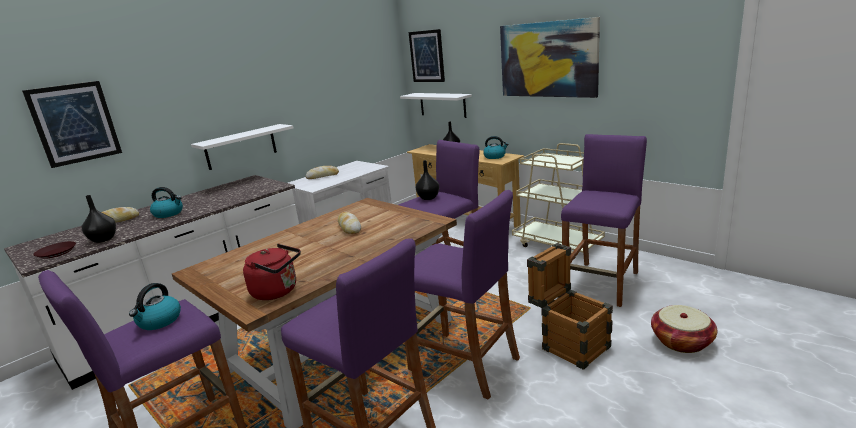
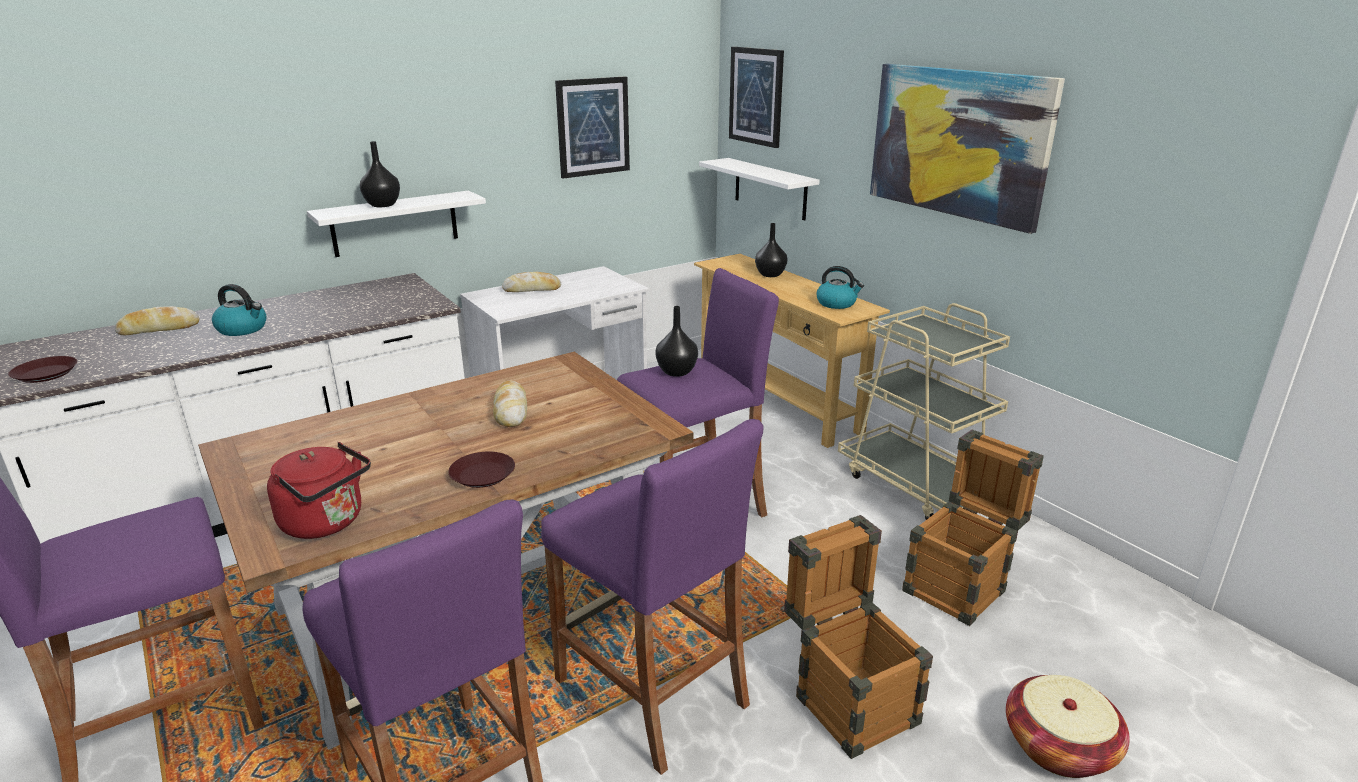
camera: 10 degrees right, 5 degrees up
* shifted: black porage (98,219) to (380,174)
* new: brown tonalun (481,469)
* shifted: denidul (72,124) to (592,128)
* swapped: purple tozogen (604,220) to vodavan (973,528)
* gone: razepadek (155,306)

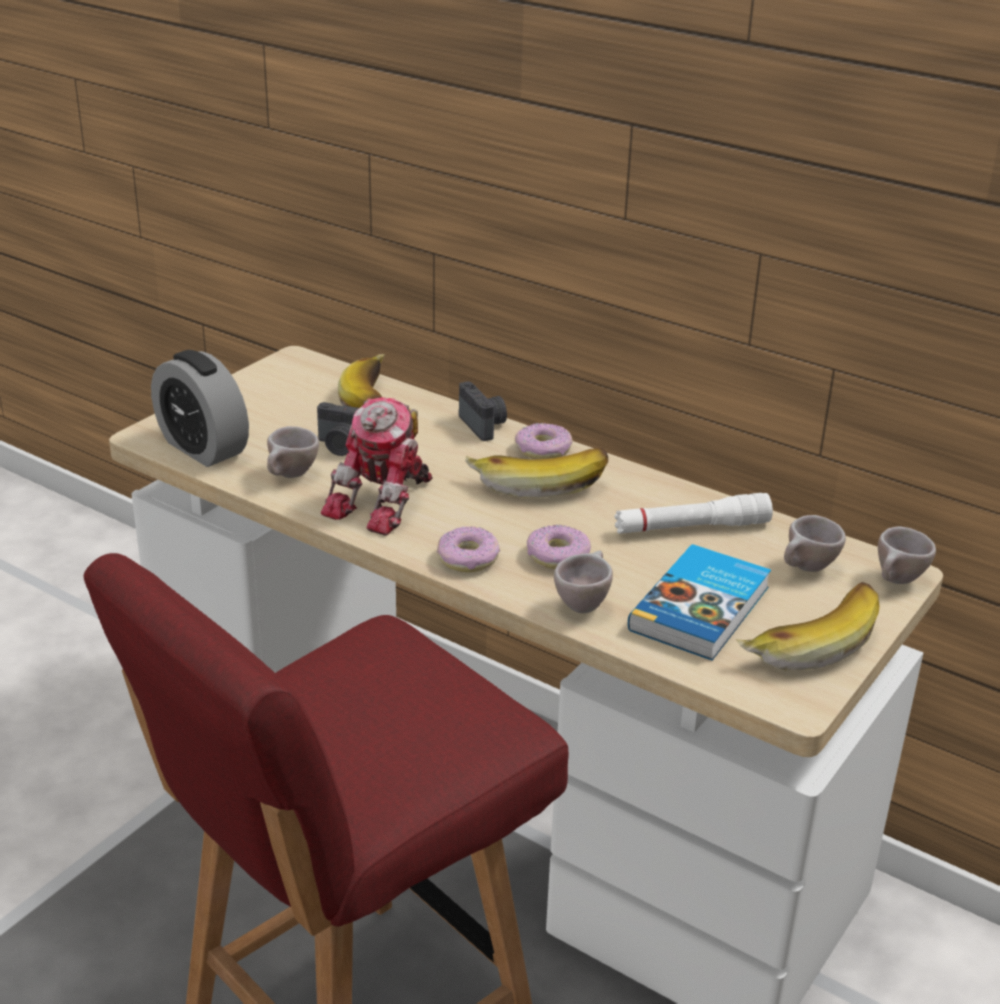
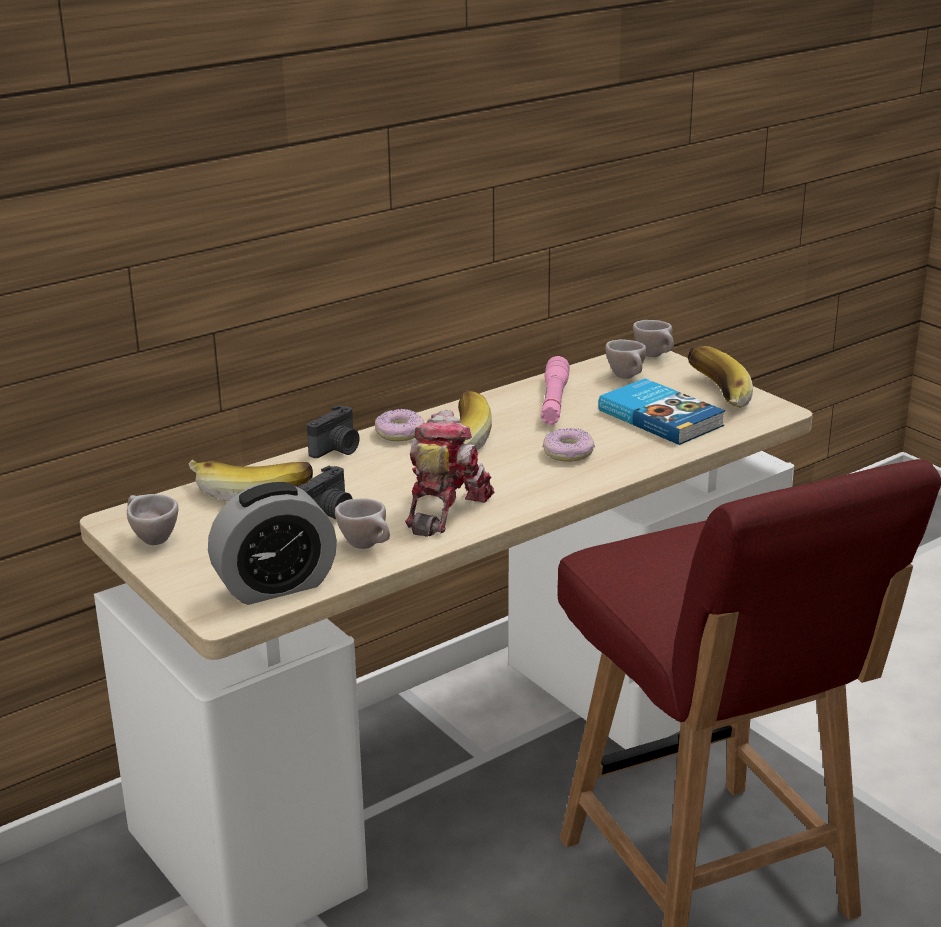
camera: 70 degrees left, 5 degrees down
* shifted: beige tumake (583,582) to (152,519)
* rotated: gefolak (483,411) = (333,431) 135 degrees clockwise
* rotated: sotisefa (377,466) = (449,473) 120 degrees counterclockwise
* repainted: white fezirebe (693,513) to pink fezirebe (555,390)
* gone: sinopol (468,549)

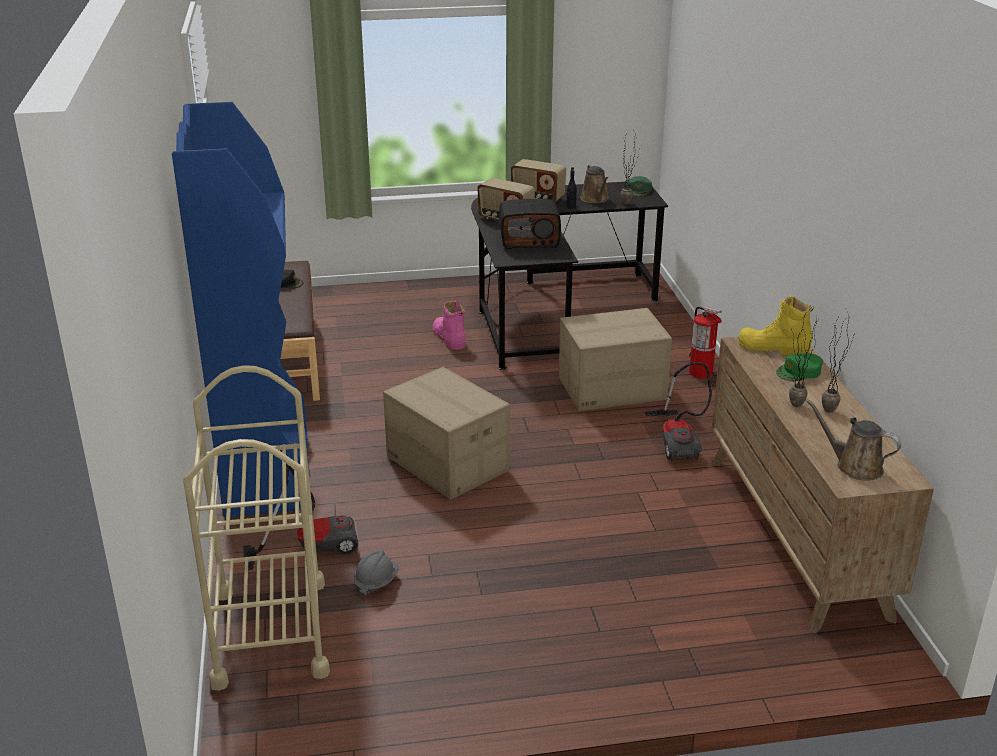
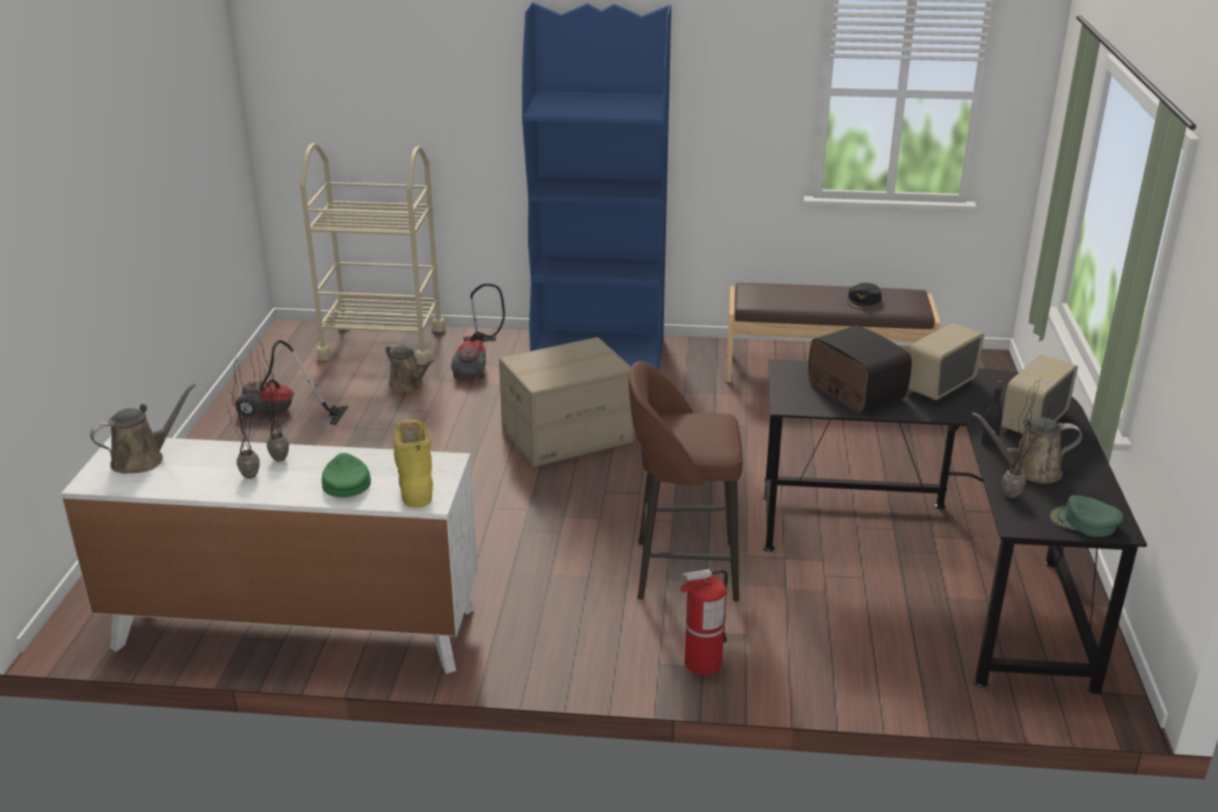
camera: 105 degrees right, 0 degrees up
* repainted: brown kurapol (822,484) to white kurapol (269,555)
* shifted: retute (678,411) to (291,382)
* swapped: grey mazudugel (377,573) to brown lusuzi (409,368)
* rotated: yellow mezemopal (776,326) = (413,464) 45 degrees counterclockwise
* swapped: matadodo (615,359) to brown tozogen (686,481)
* rotated: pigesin (530,224) = (860,369) 135 degrees clockwise
* gone: pink mezemopal (449,325)

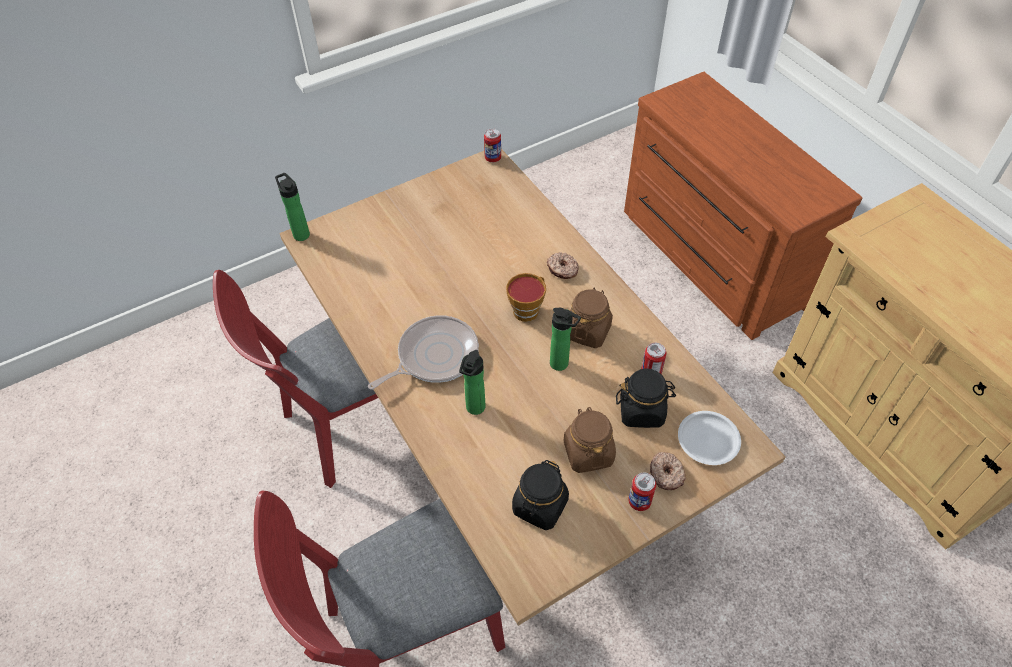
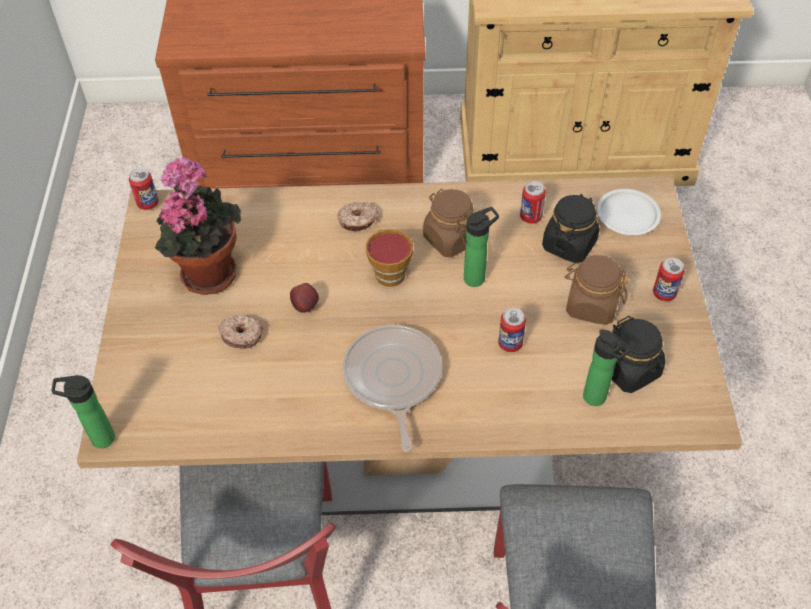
camera: 60 degrees left, 0 degrees up
* new: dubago (198,226)
* shifted: sinopol (668,471) to (240,332)
* new: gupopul (304,298)
* new: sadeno (512,330)
* shifted: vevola (472,382) to (607,367)

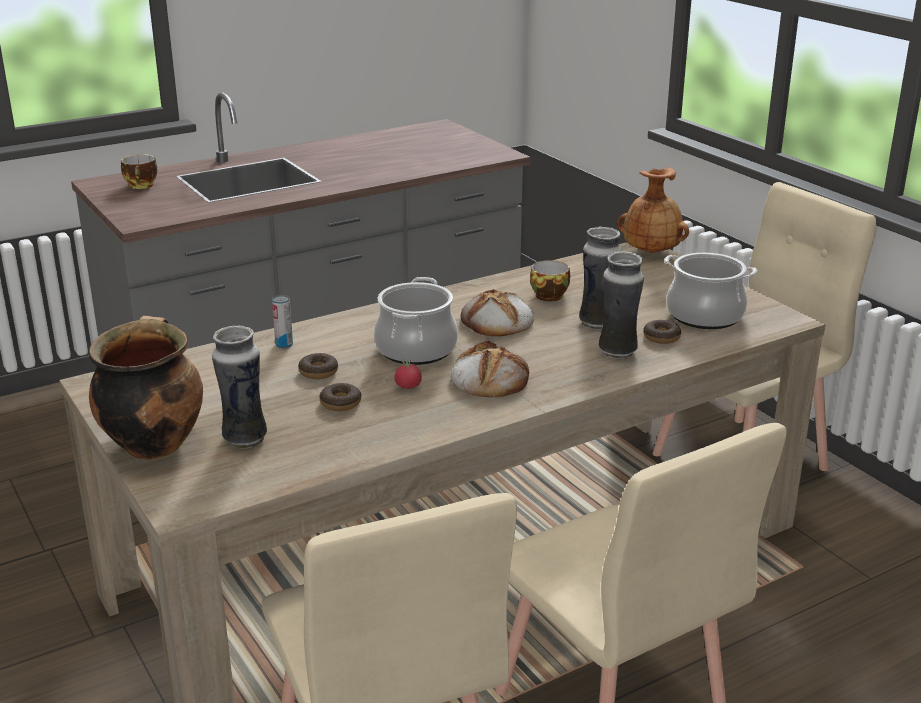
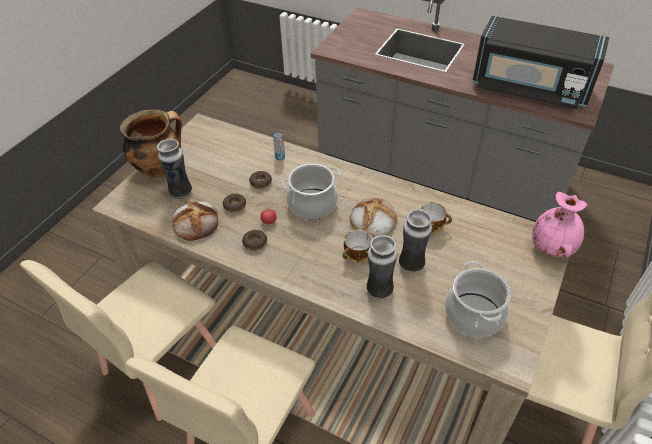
camera: 60 degrees right, 20 degrees up
* shifted: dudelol (489,369) to (195,221)
* shifted: sinopol (662,332) to (254,240)
* shifted: tumake (139,171) to (357,245)
* new: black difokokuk (541,62)
* repainted: brown porage (653,210) to pink porage (559,225)

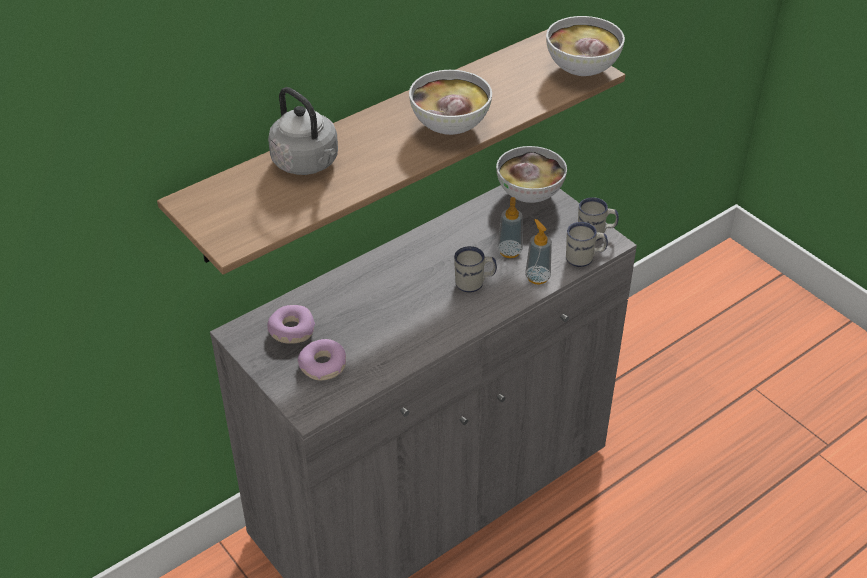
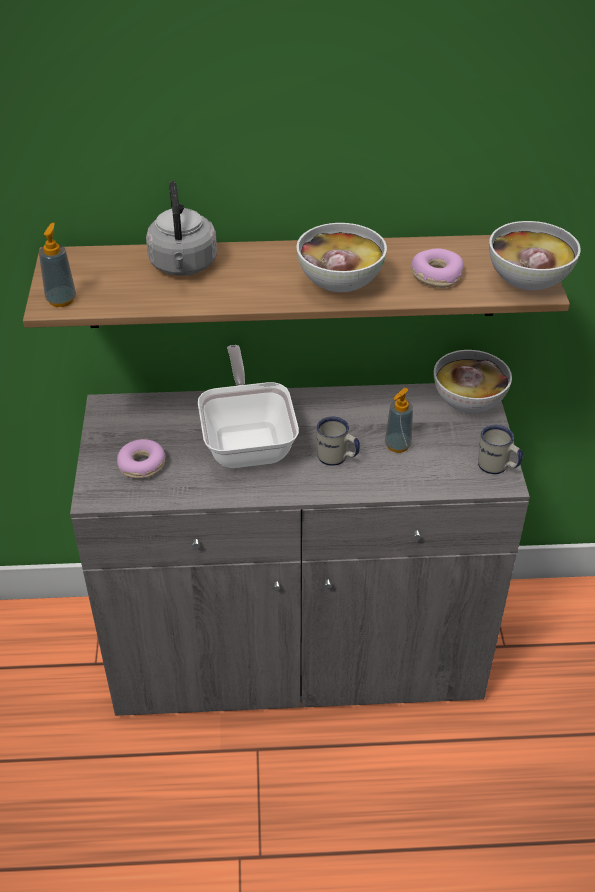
camera: 35 degrees right, 0 degrees up
* shifted: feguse (538,251) to (57,265)
* new: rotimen (248,406)
* shifted: sinopol (291,324) to (437,268)
* gone: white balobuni (587,244)

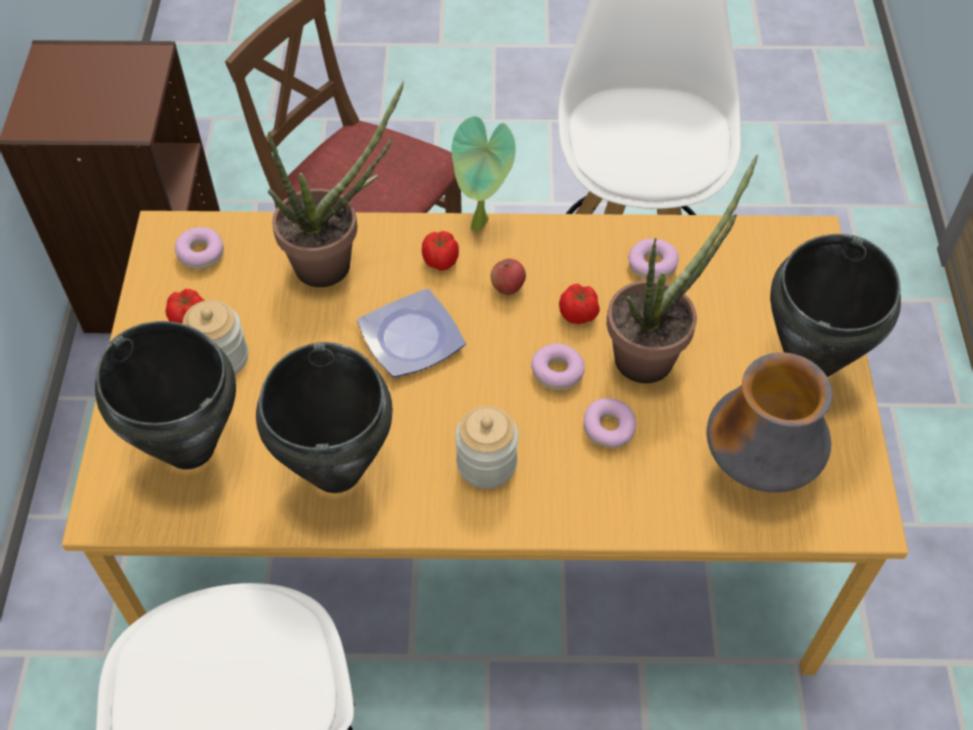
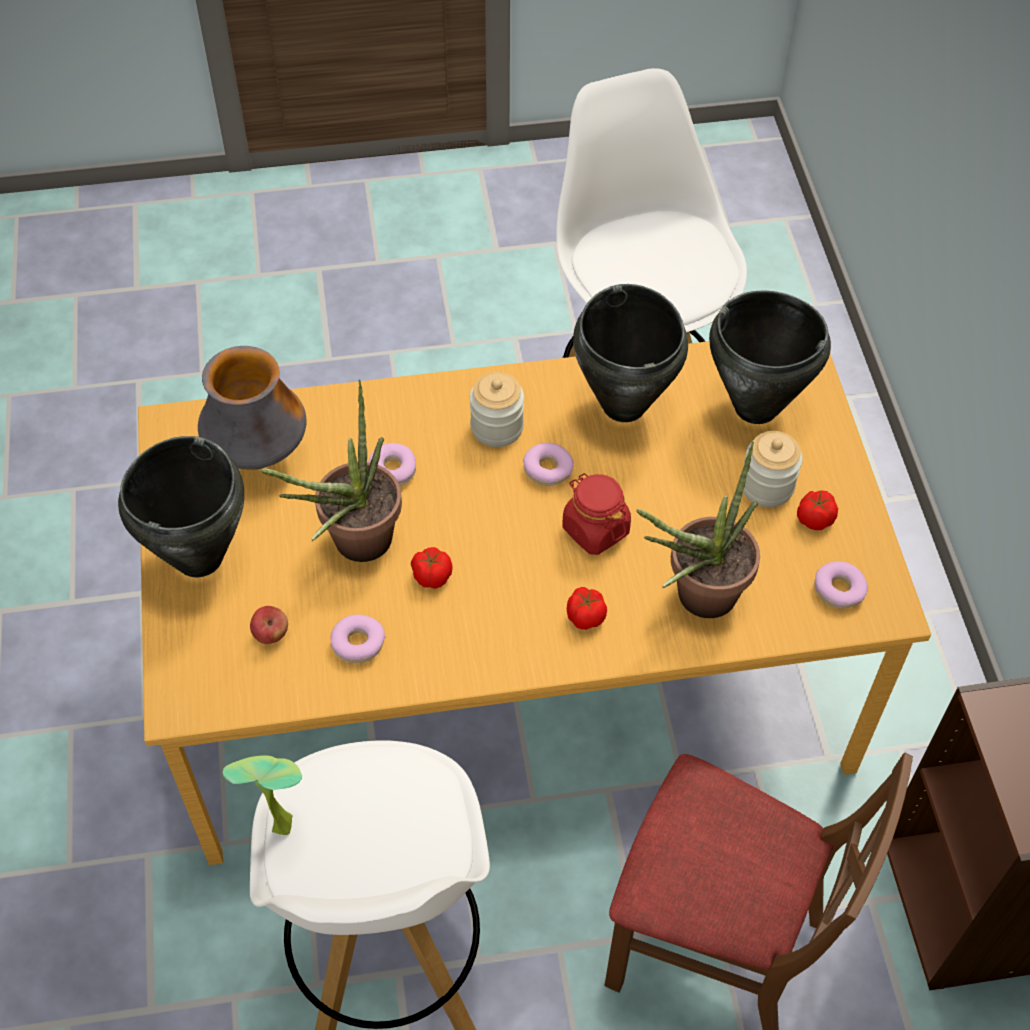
camera: 170 degrees right, 0 degrees up
* shifted: dubago (483,174) to (262,795)
* shifted: gupopul (508,277) to (269,625)
* shifted: sinopol (558,367) to (548,464)
* swapped: tonalun (411,333) to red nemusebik (596,514)

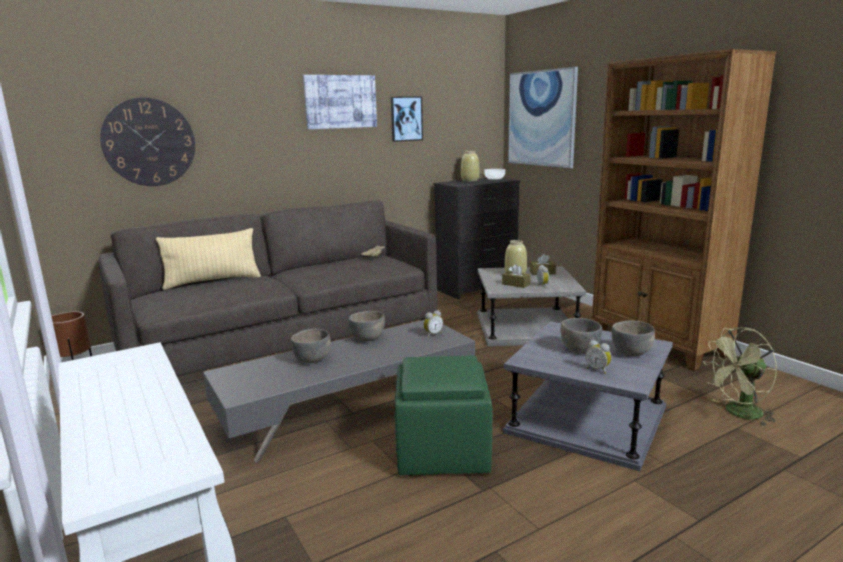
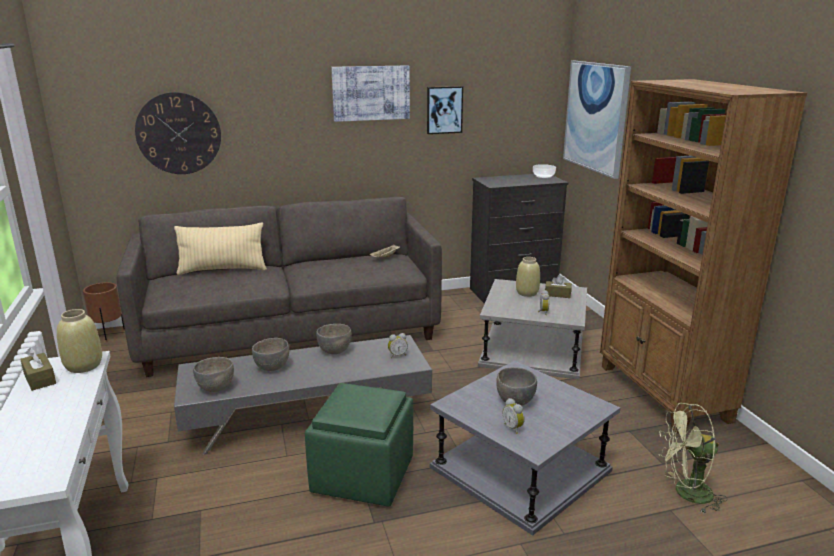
camera: 15 degrees right, 5 degrees up
* shifted: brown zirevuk (516,276) to (38,369)
* shifted: beige porage (470,166) to (79,341)
* shifted: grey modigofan (633,338) to (213,374)

